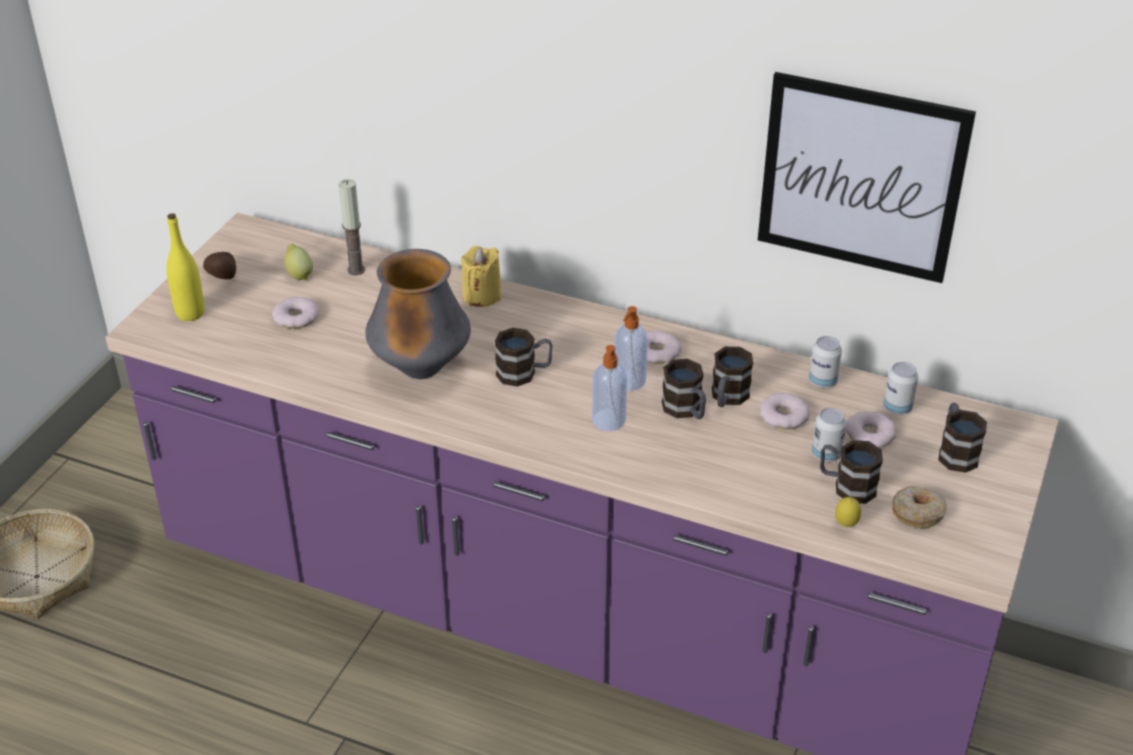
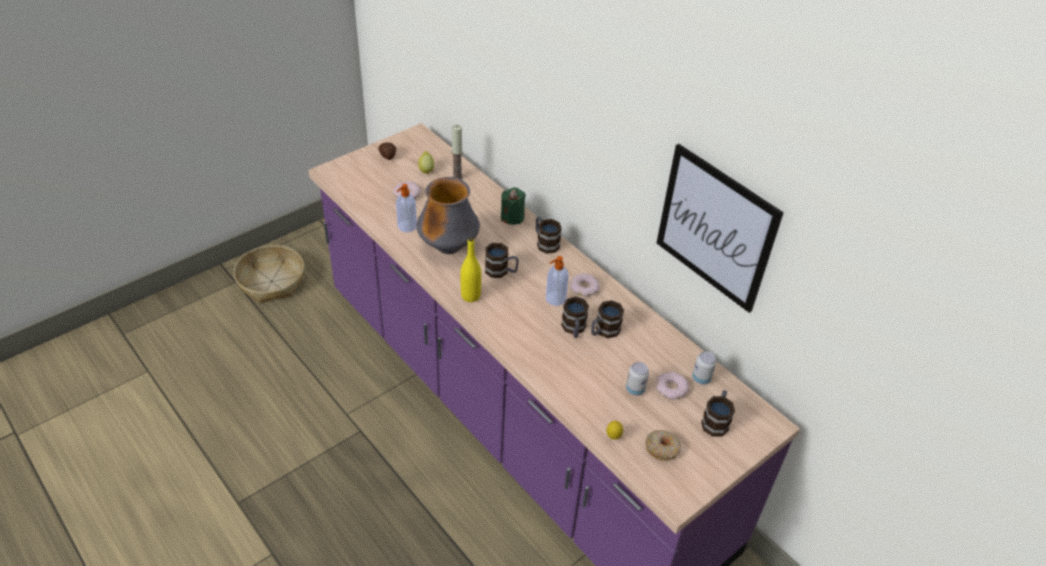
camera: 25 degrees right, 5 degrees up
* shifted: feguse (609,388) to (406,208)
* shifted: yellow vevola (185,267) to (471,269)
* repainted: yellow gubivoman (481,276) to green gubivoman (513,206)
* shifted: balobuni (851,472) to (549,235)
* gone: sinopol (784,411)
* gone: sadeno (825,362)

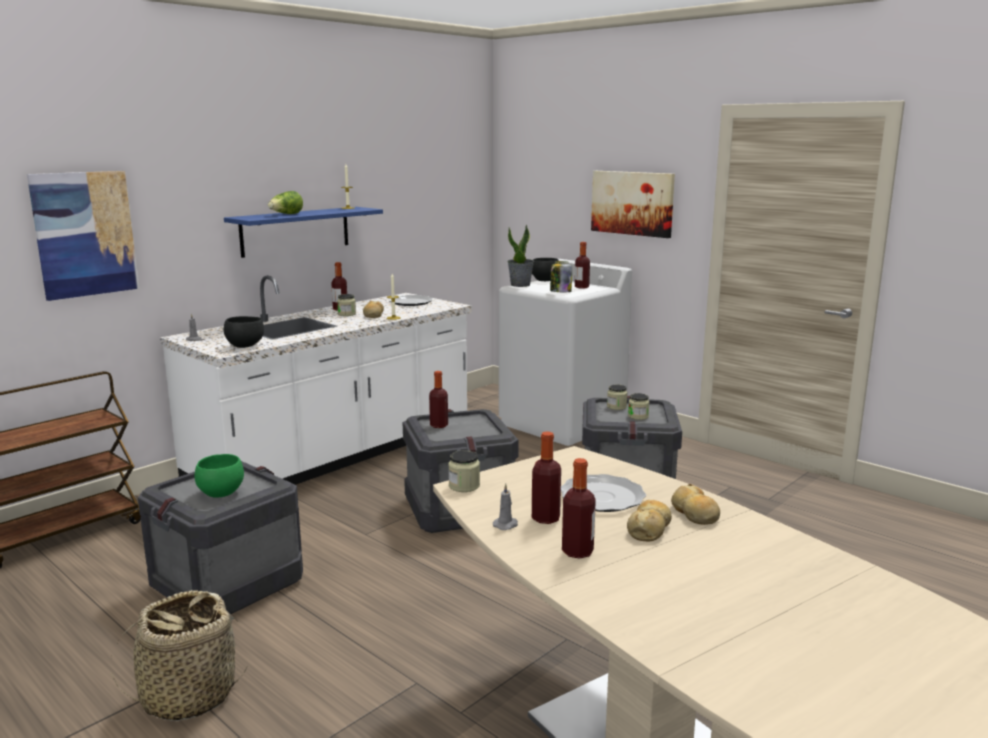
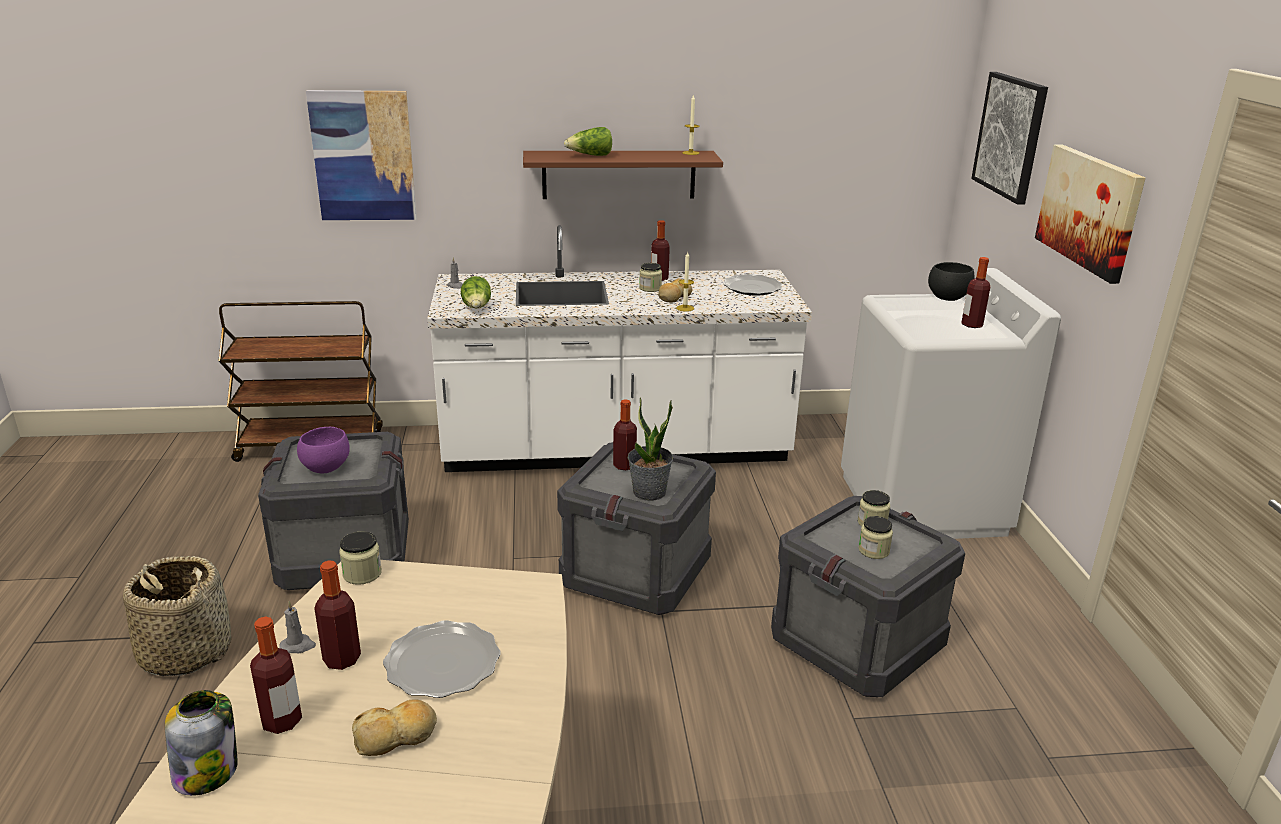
camera: 40 degrees right, 10 degrees up
* shifted: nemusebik (561,276) to (201,743)
* repainted: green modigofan (219,476) to purple modigofan (323,450)
* swapped: black modigofan (244,332) to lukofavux (476,292)
* repainted: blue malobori (303,232) to brown malobori (623,175)
* shifted: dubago (520,256) to (650,449)
* new: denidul (1009,138)
* gone: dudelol (695,504)

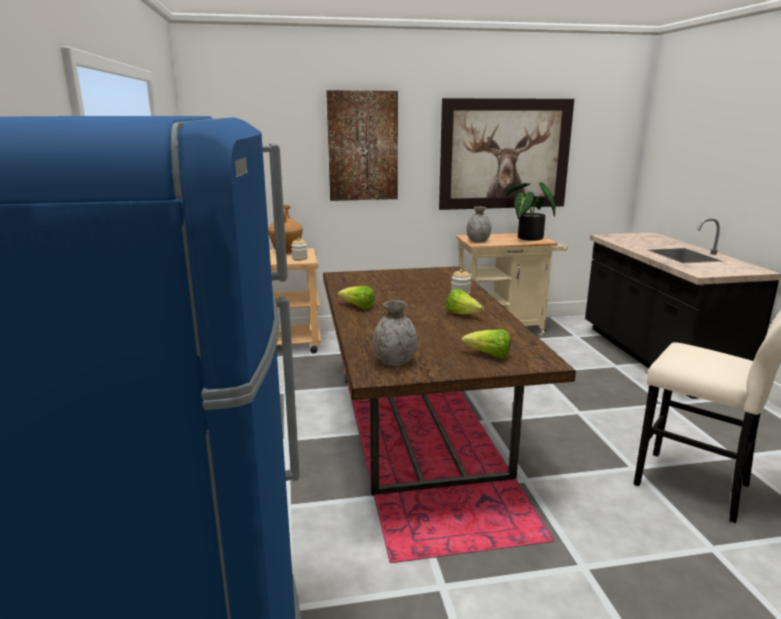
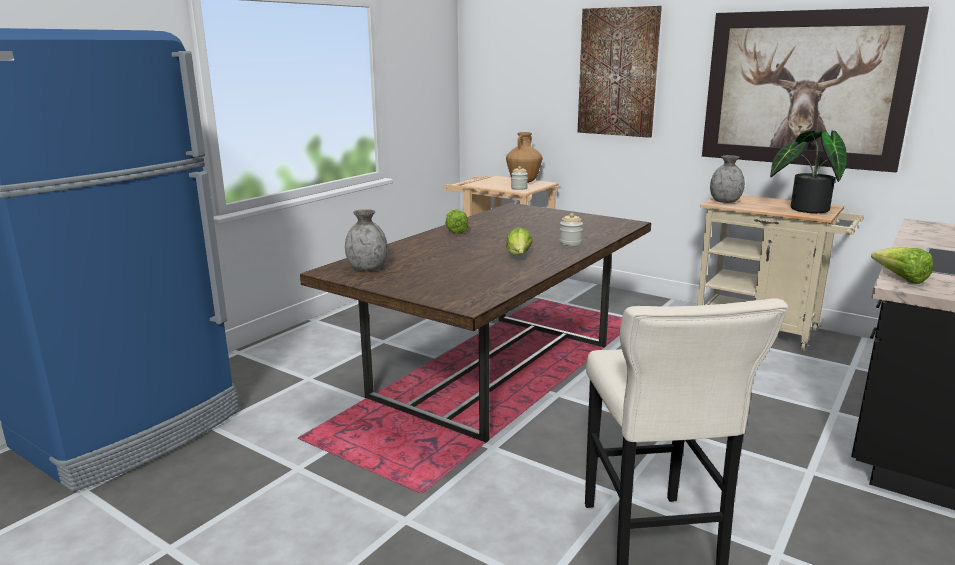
camera: 45 degrees right, 0 degrees up
* shifted: lukofavux (486,344) to (902,265)

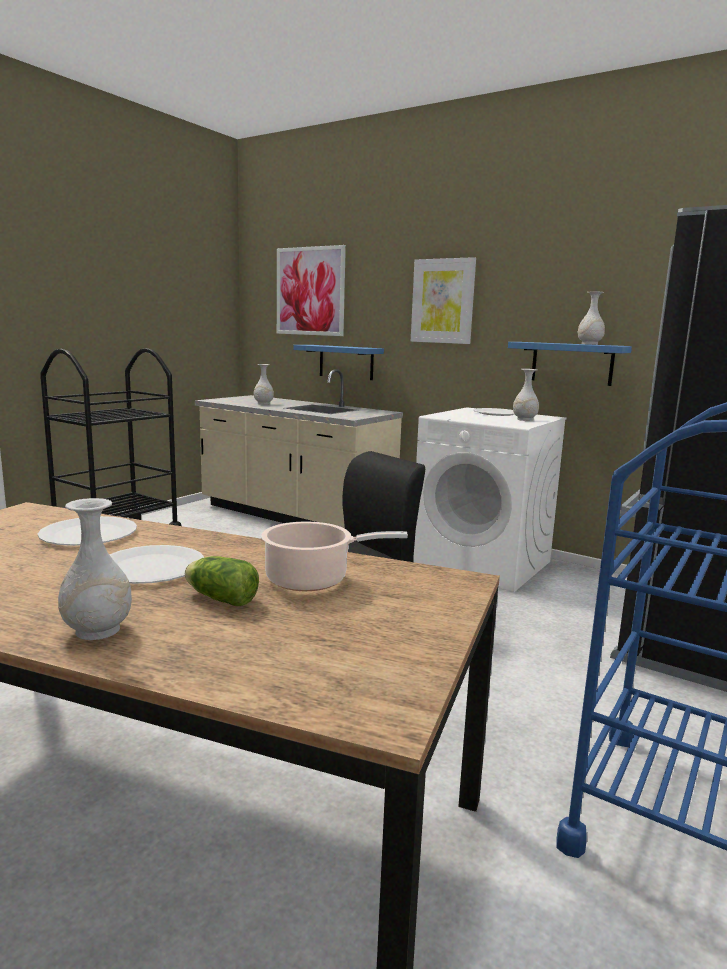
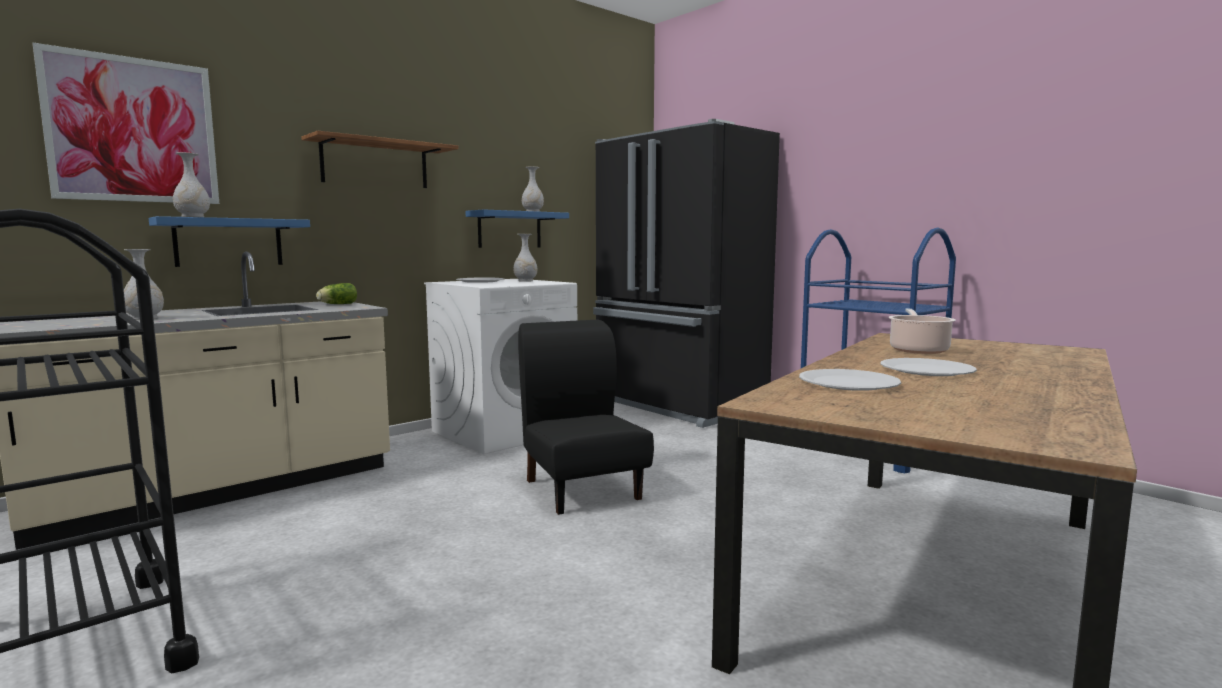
camera: 75 degrees left, 5 degrees down
* shifted: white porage (95,569) to (191,184)
* swapped: denidul (443,300) to malobori (379,159)
* shifted: lukofavux (222,581) to (336,293)

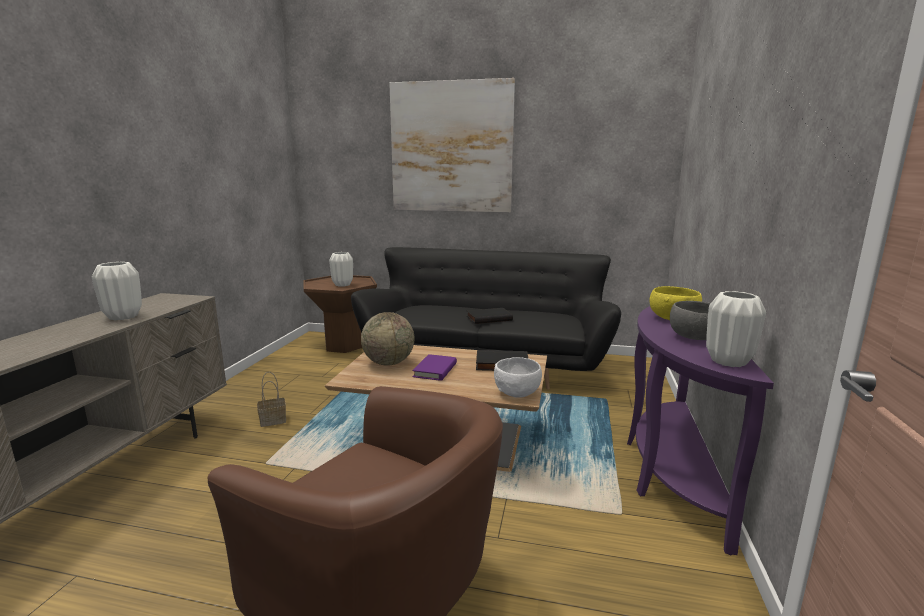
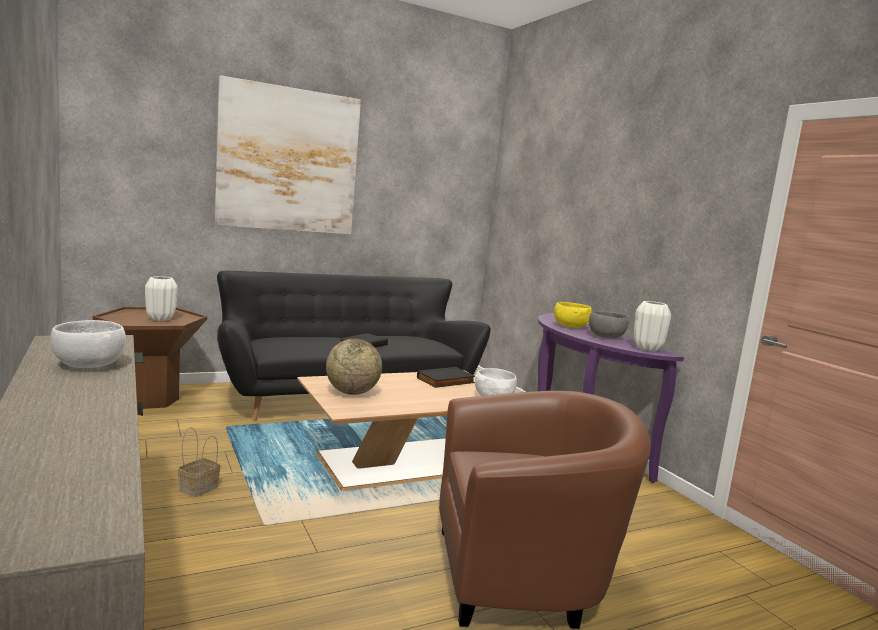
camera: 40 degrees left, 5 degrees down
* swapped: white porage (117,291) to white modigofan (88,344)
* gone: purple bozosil (434,367)

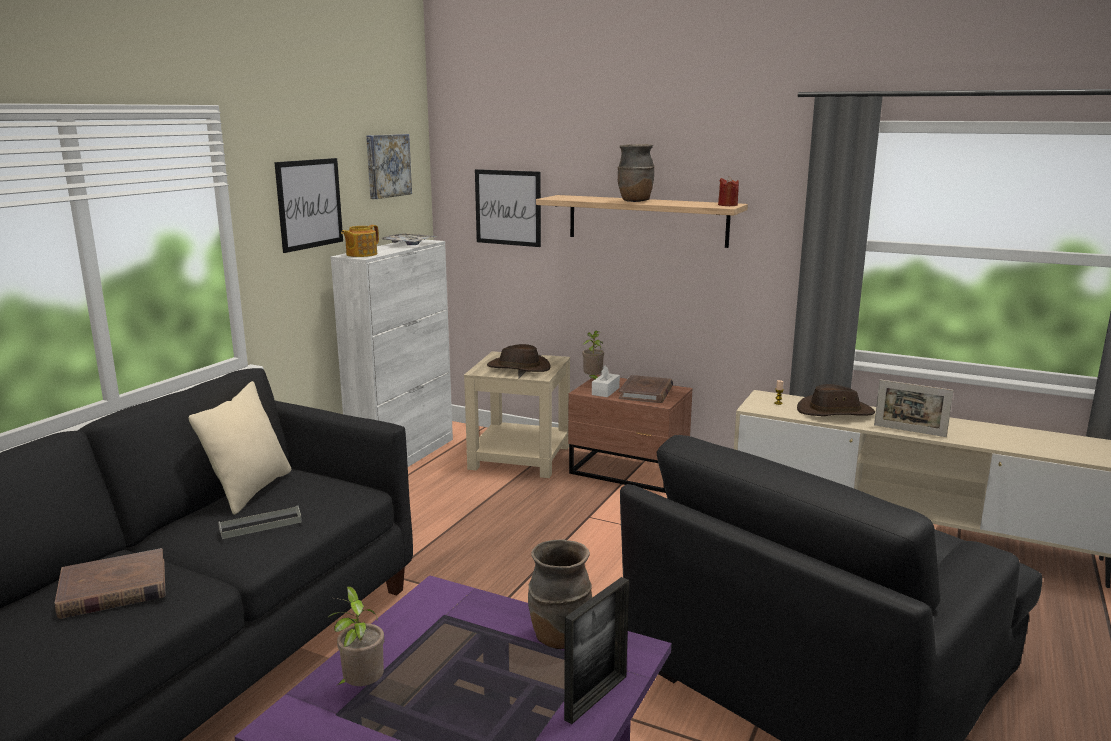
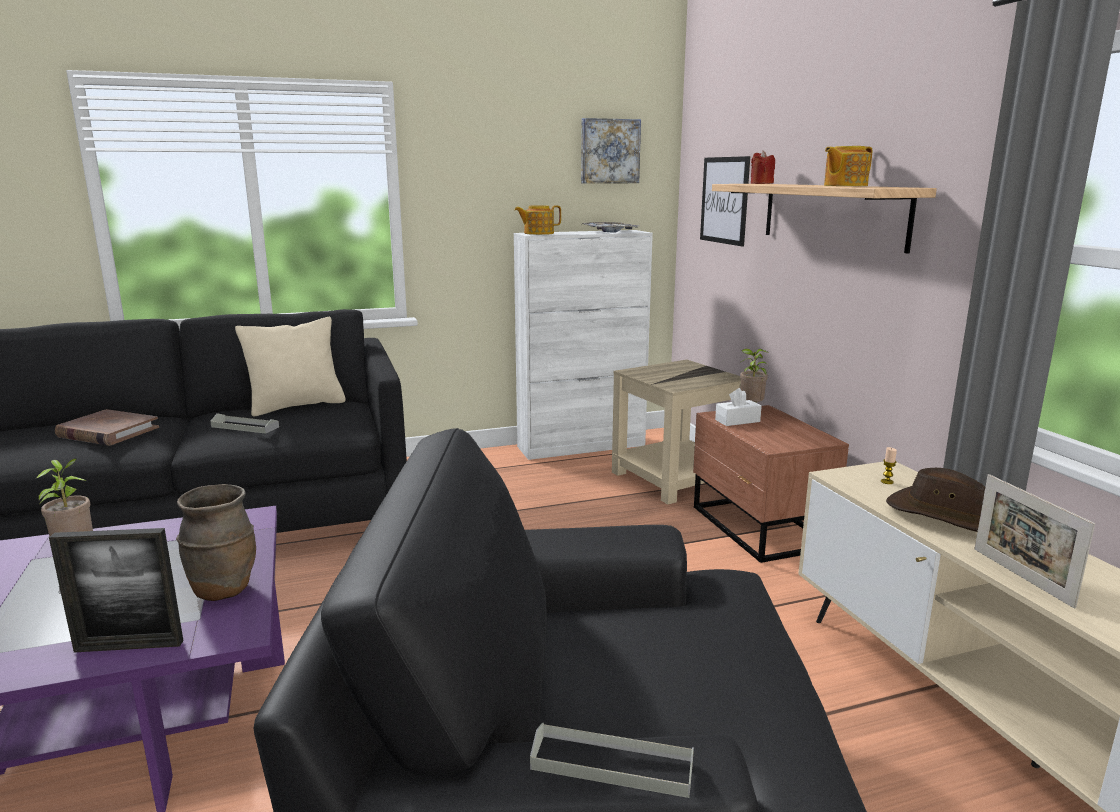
camera: 45 degrees right, 0 degrees up
* new: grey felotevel (612,760)
* shifted: red gubivoman (728,191) to (763,167)
* new: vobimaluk (848,166)
* gone: denidul (308,205)
* gone: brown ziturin (518,358)
* gone: brown porage (636,173)
* gone: brown bozosil (646,389)

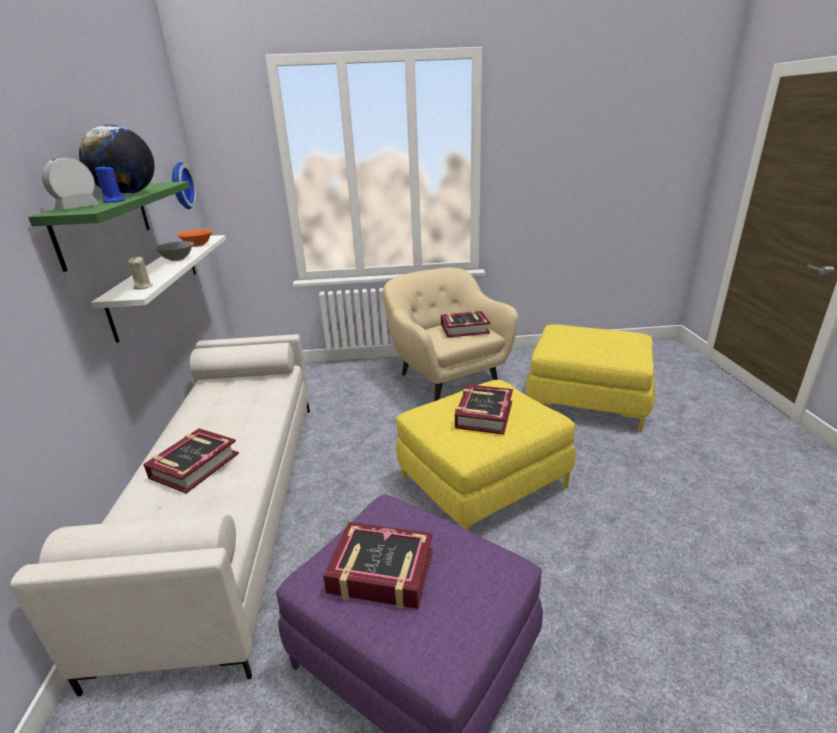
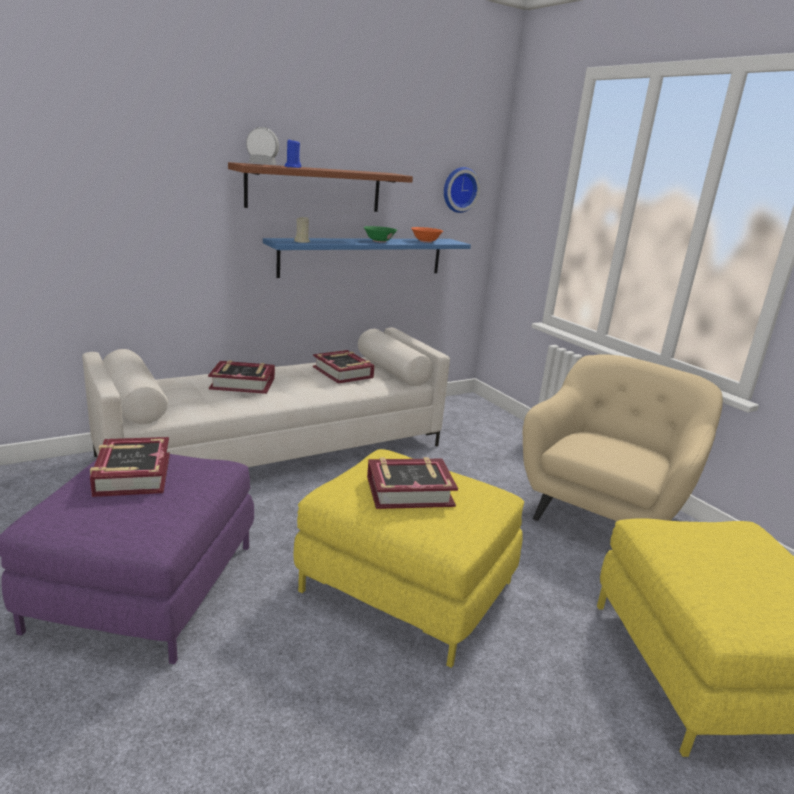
camera: 60 degrees right, 5 degrees down
* repainted: green malobori (109,226) to brown malobori (320,187)
* repainted: white malobori (158,289) to blue malobori (367,258)
* shifted: bozosil (466,324) to (344,367)
* repainted: grey modigofan (173,251) to green modigofan (380,234)
* gone: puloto (117,160)

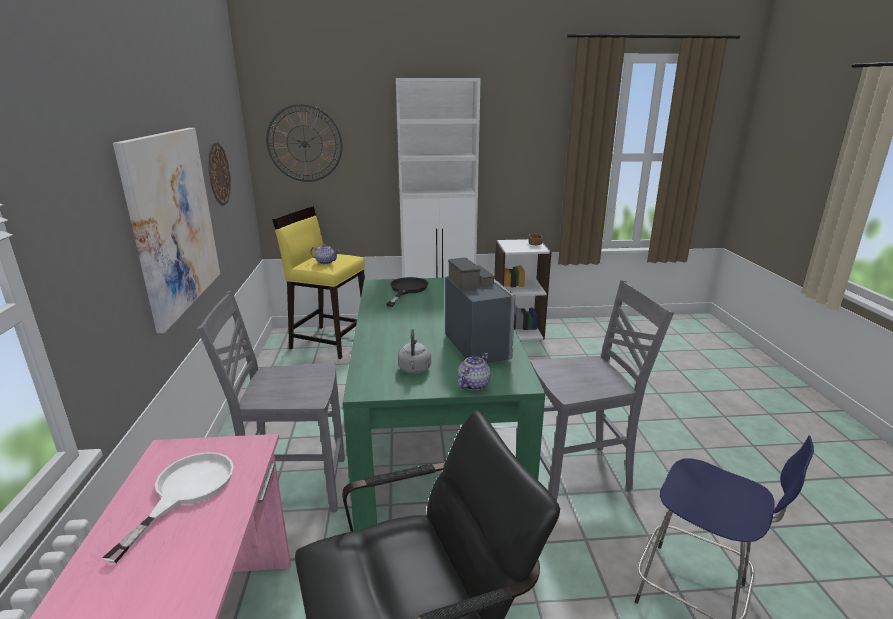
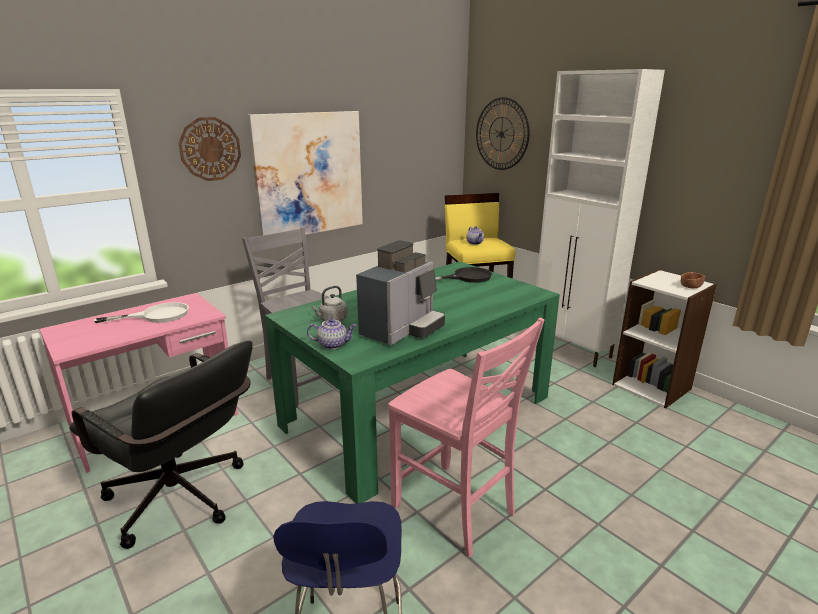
camera: 55 degrees right, 0 degrees up
* shifted: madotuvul (220,174) to (209,149)
* repainted: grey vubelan (602,390) to pink vubelan (467,437)

